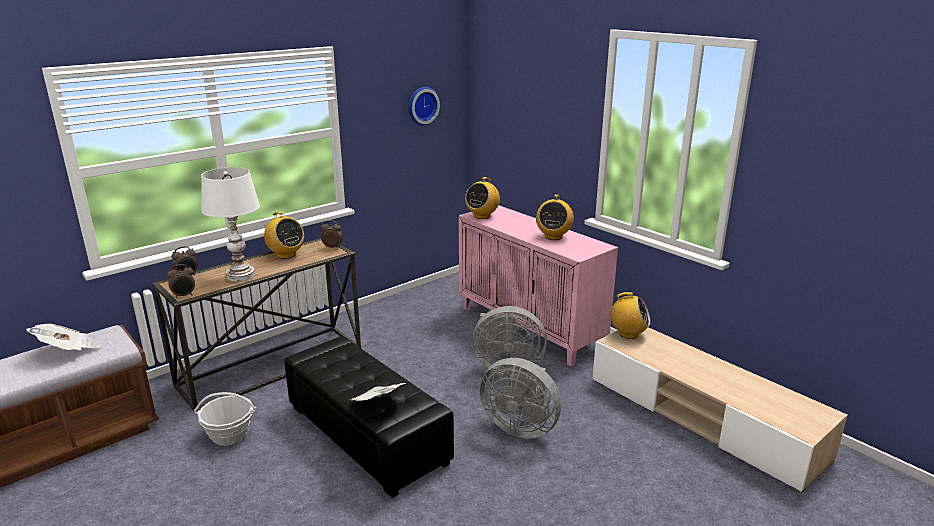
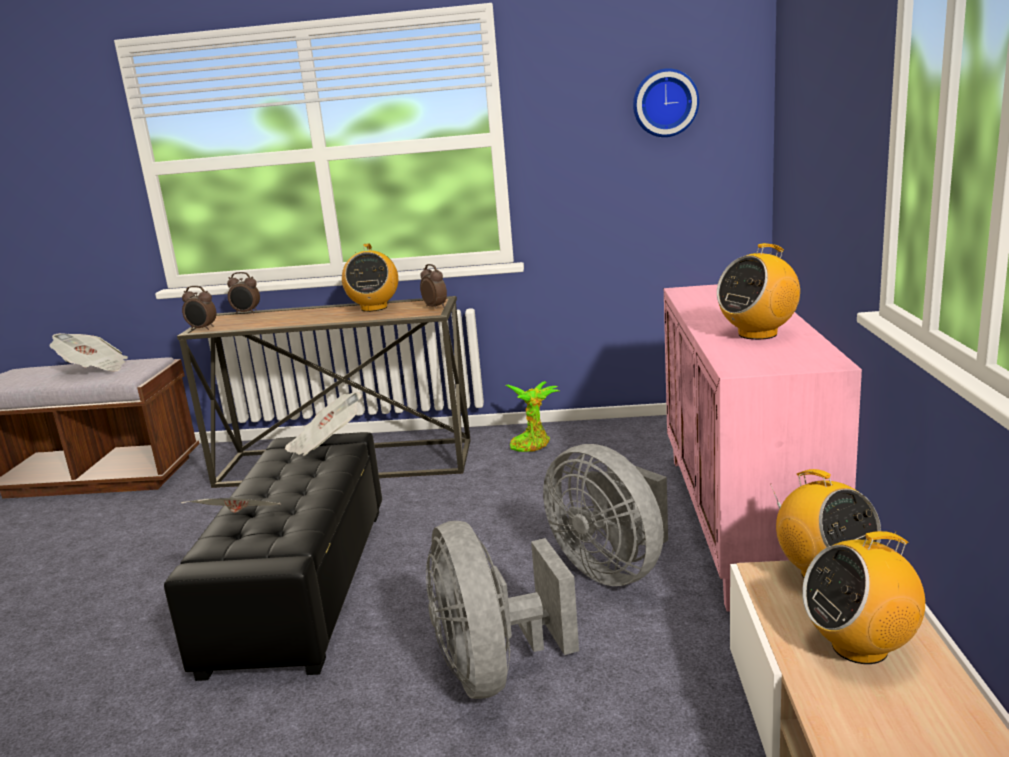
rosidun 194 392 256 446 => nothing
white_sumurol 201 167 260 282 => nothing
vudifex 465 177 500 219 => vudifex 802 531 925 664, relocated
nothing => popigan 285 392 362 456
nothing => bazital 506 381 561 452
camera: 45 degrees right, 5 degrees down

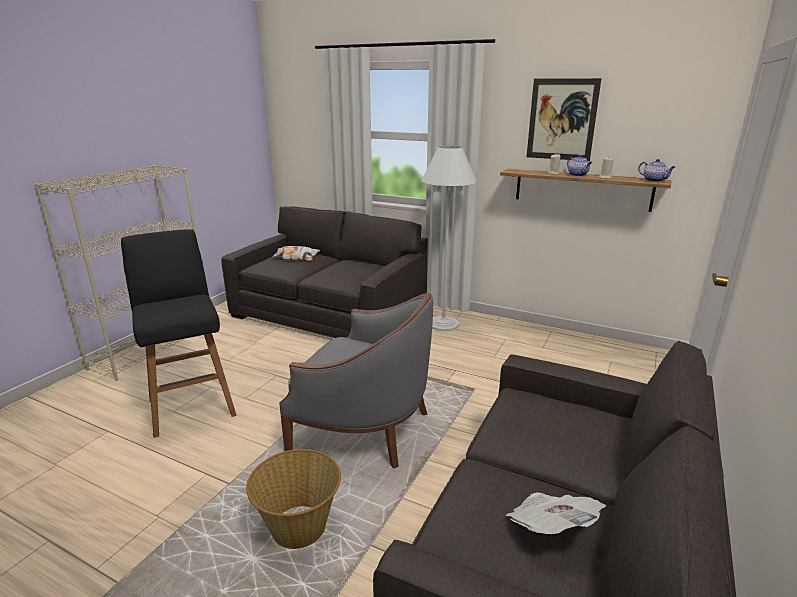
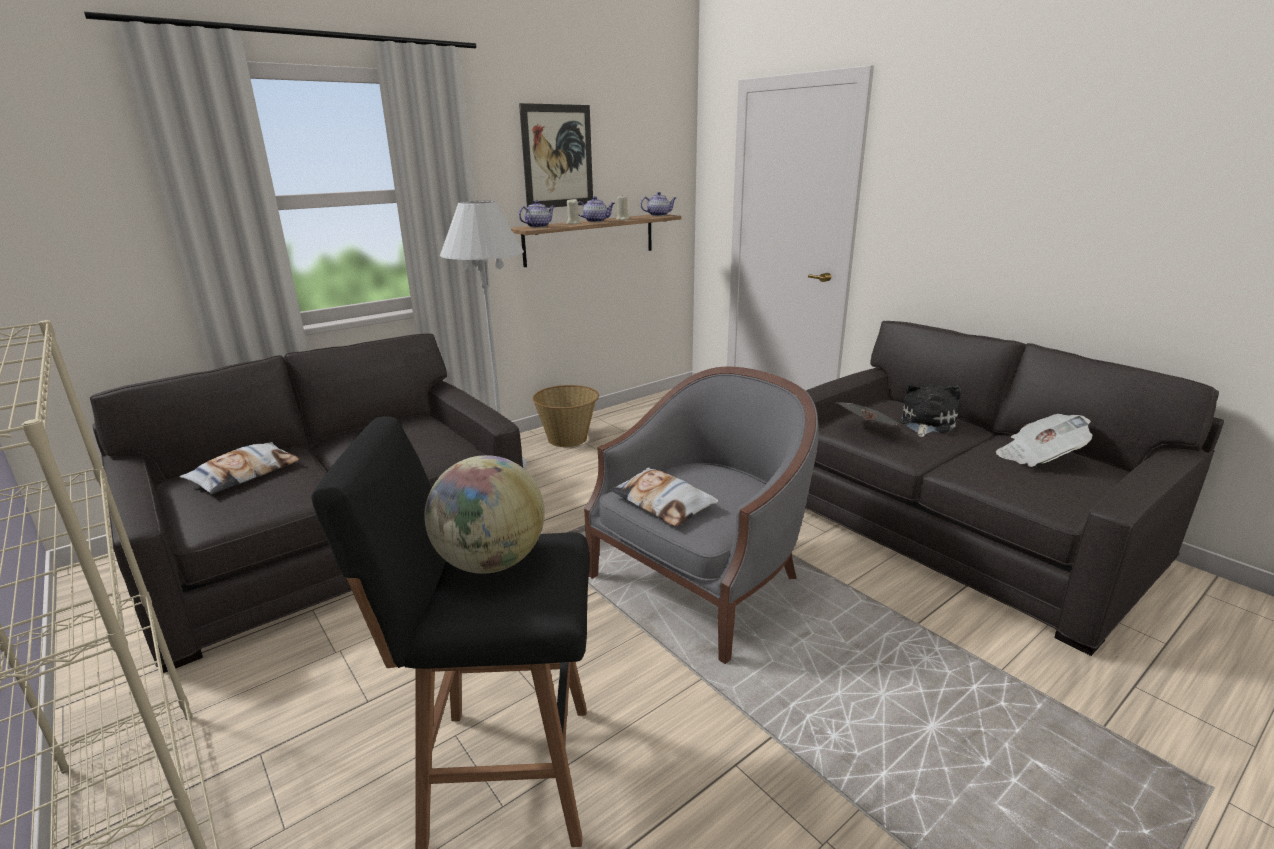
rosidun 246 449 341 549 => rosidun 532 385 599 447, relocated
nothing => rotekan 424 455 545 574
nothing => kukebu 519 200 555 228
nothing => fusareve 610 467 719 527
nothing => popigan 835 402 900 425
nothing => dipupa 900 383 961 437
camera: 65 degrees left, 0 degrees up

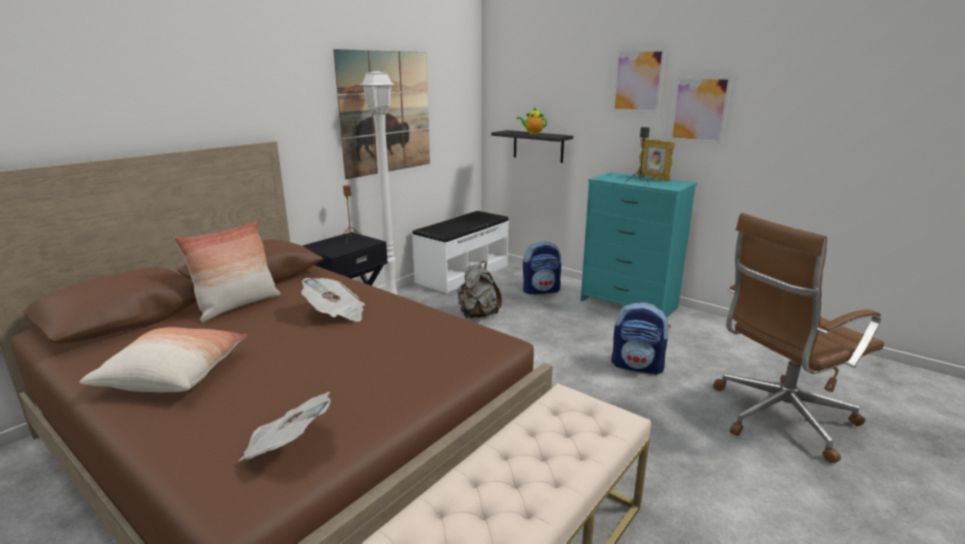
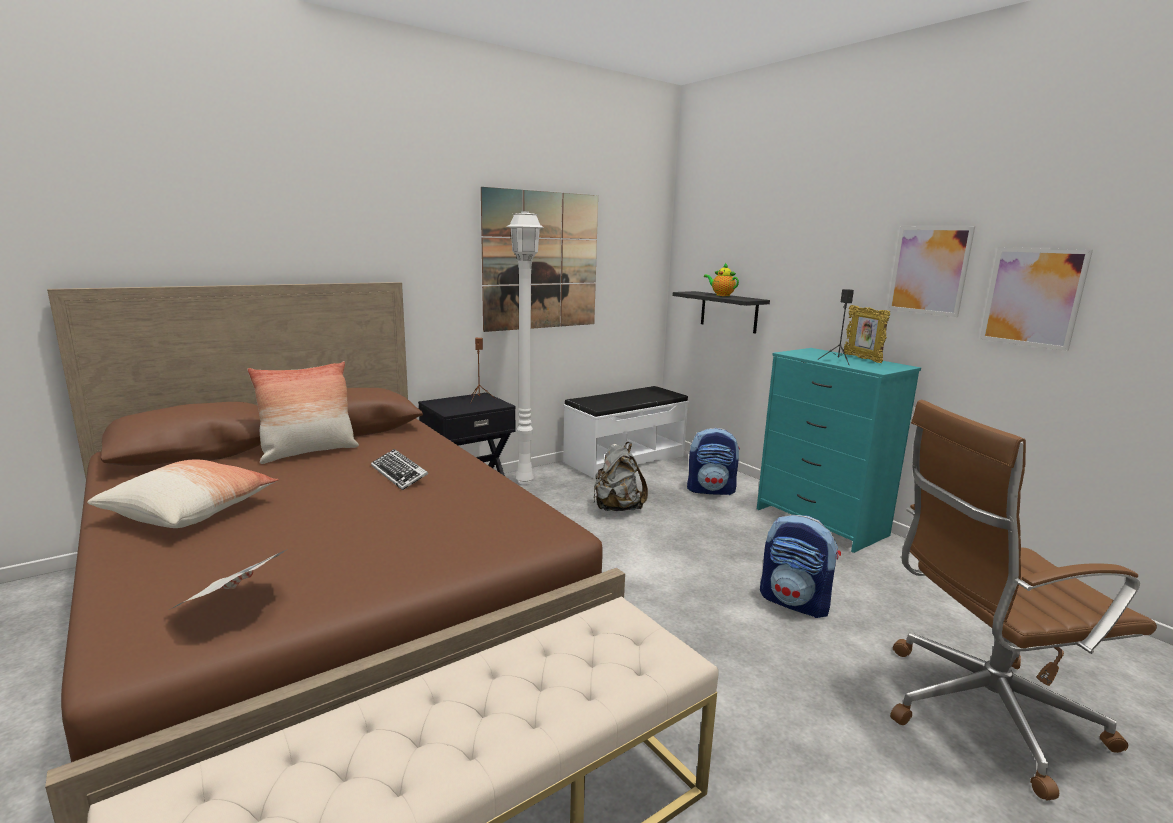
popigan 301 278 365 322 => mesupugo 371 449 428 490
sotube 612 48 666 114 => sotube 980 247 1093 351, relocated
camera: 15 degrees right, 5 degrees down

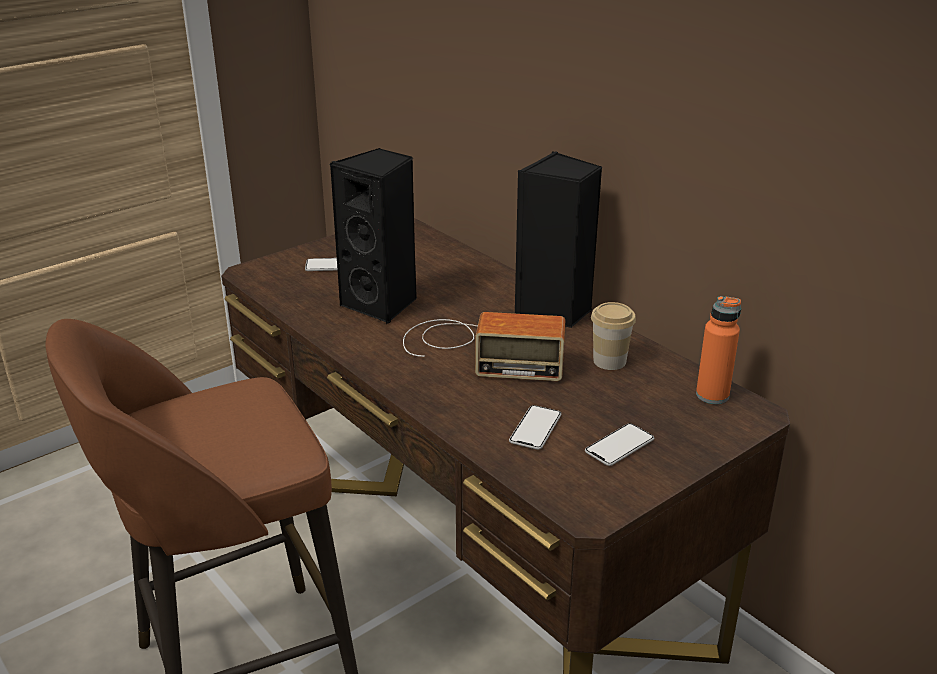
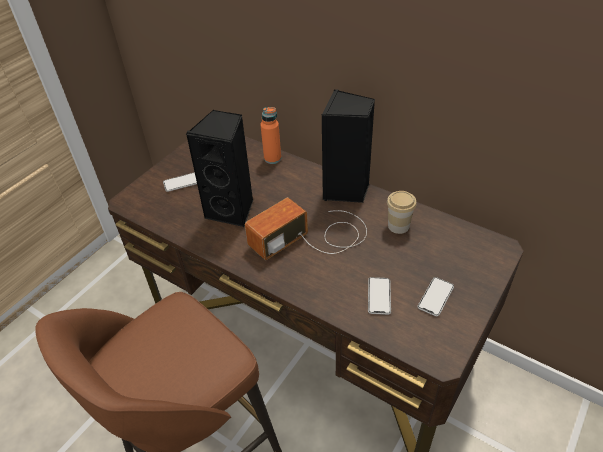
vudifex 403 312 565 381 => vudifex 245 197 367 260, 150 degrees clockwise
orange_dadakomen 696 296 741 404 => orange_dadakomen 260 107 281 164, relocated
camera: 15 degrees left, 15 degrees up

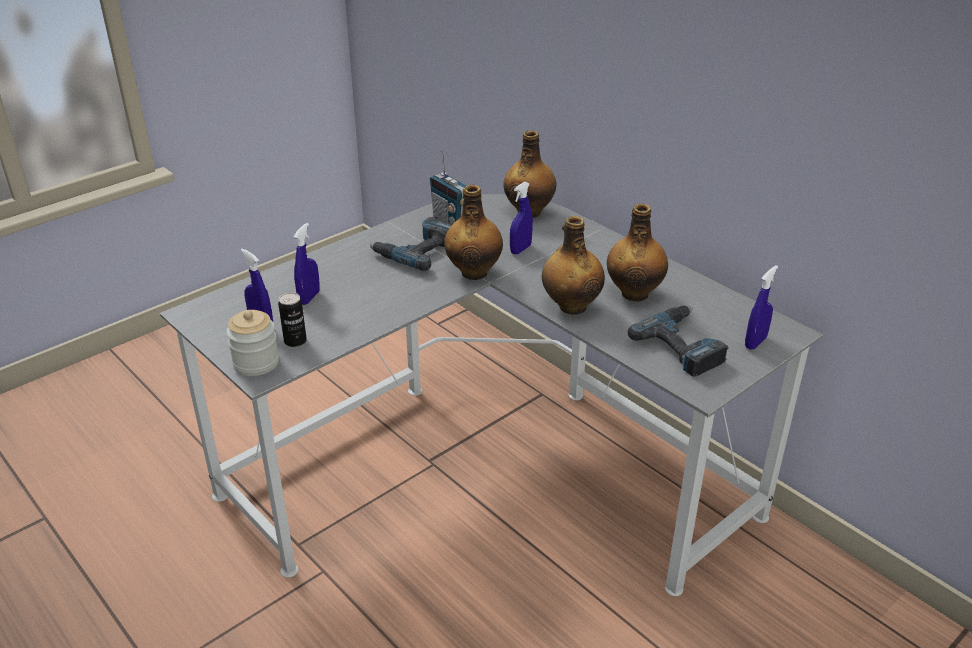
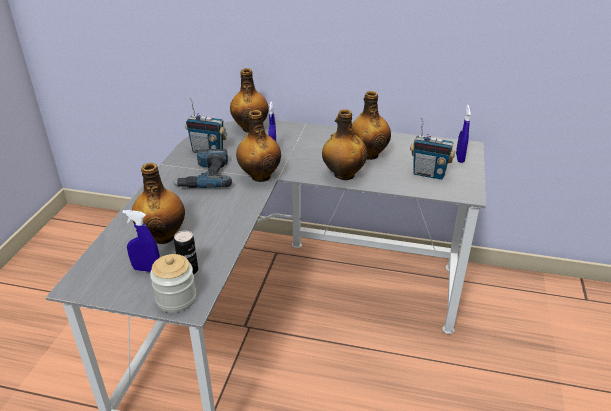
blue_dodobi 294 223 320 305 => dadakomen 132 163 185 244
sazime 628 306 728 377 => vudifex 410 118 455 180
camera: 35 degrees left, 0 degrees up

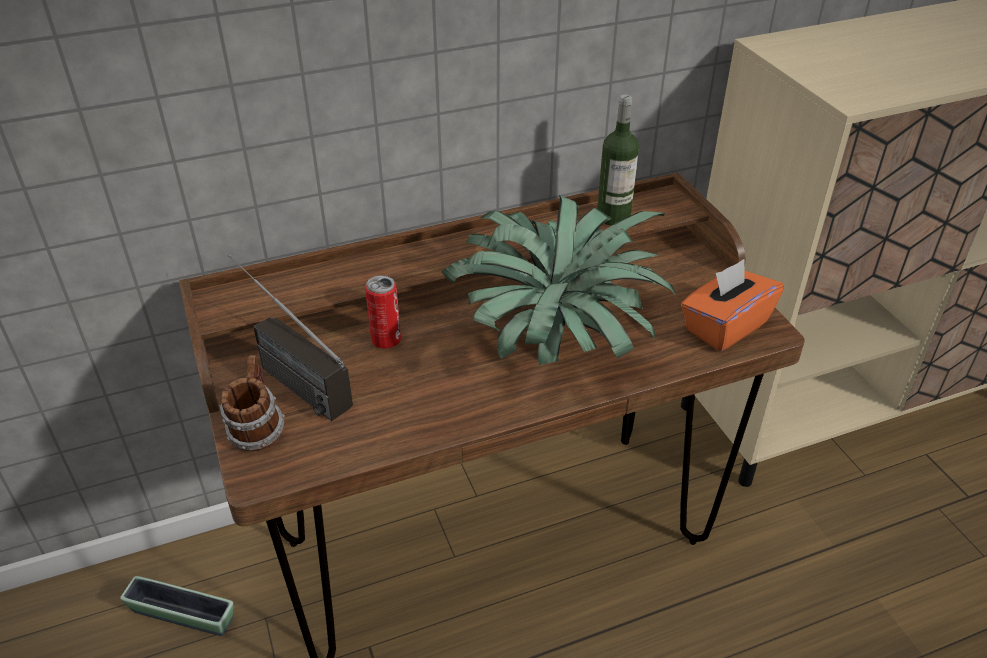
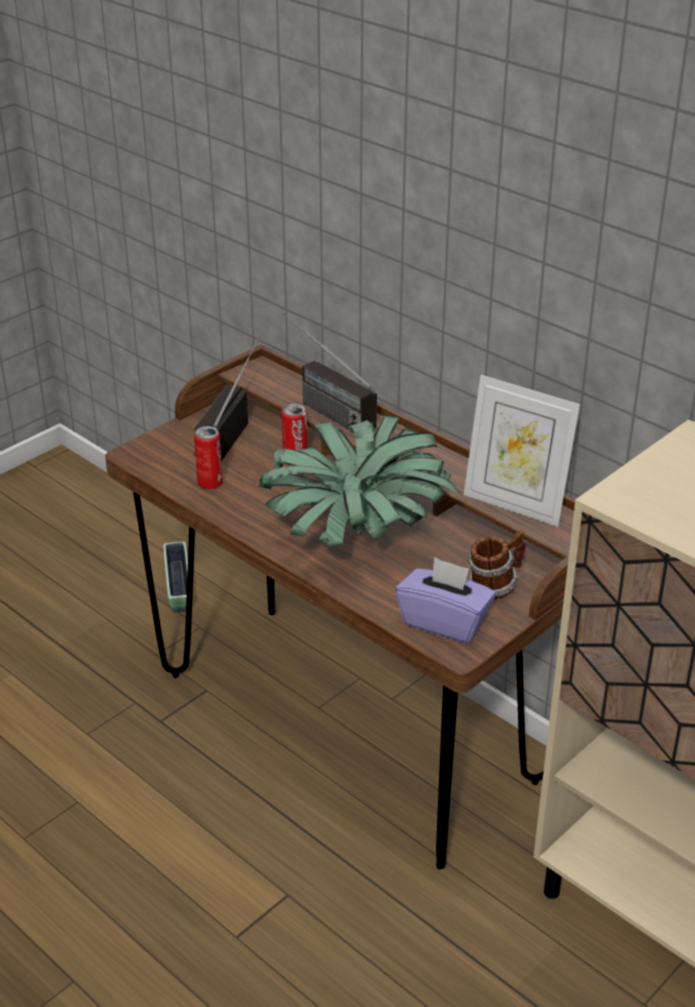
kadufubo 219 355 285 451 => kadufubo 469 530 526 599, relocated
dadakomen 597 95 639 226 => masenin 464 375 580 527
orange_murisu 681 259 784 351 => purple_murisu 395 557 496 643
nothing => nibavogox 194 426 223 489
nothing => vudifex 284 313 377 432
camera: 65 degrees right, 5 degrees down

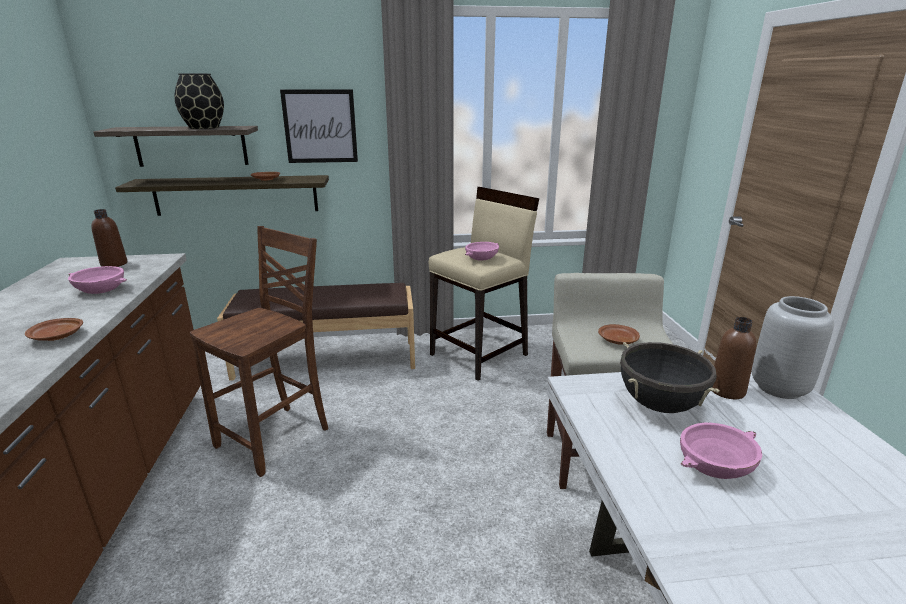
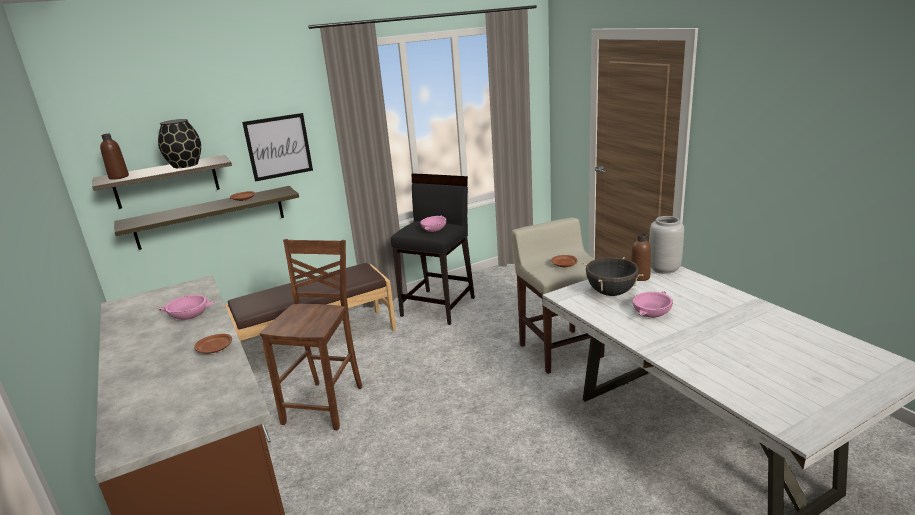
brown_dadakomen 91 209 127 267 => brown_dadakomen 100 134 129 180, relocated
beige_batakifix 429 187 539 381 => black_batakifix 391 173 475 325
camera: 20 degrees left, 0 degrees up

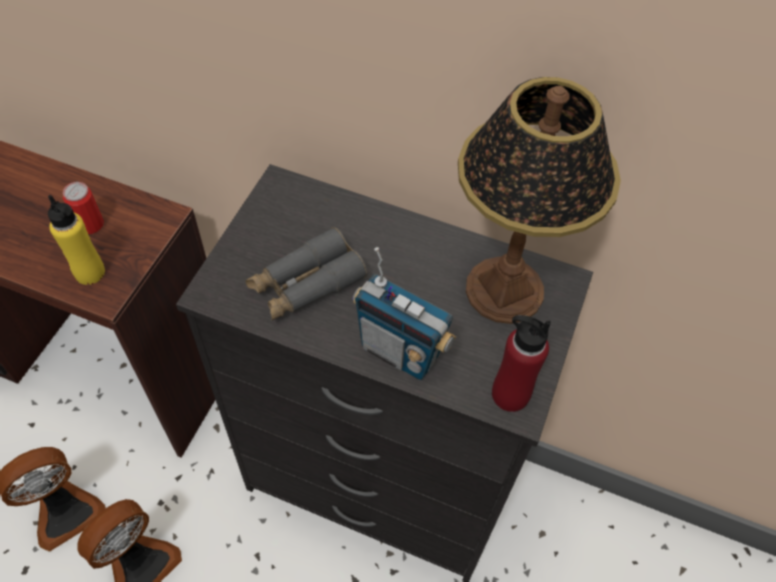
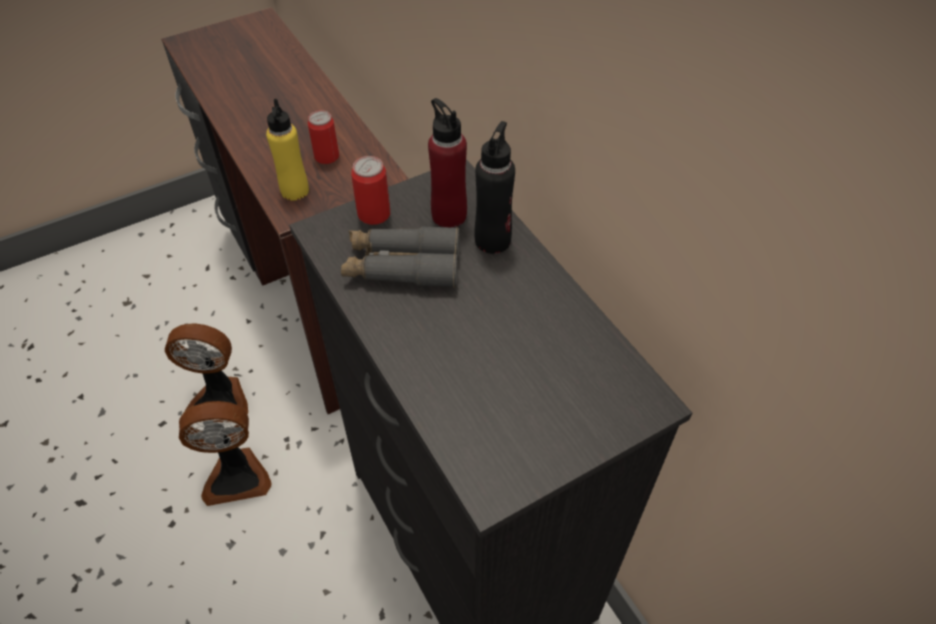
vudifex 352 247 456 380 => nothing
sumurol 458 77 621 324 => nothing
red_dadakomen 492 315 551 412 => red_dadakomen 428 98 467 228, relocated
nothing => nibavogox 351 156 390 225
nothing => black_dadakomen 475 121 515 254
camera: 40 degrees right, 5 degrees down

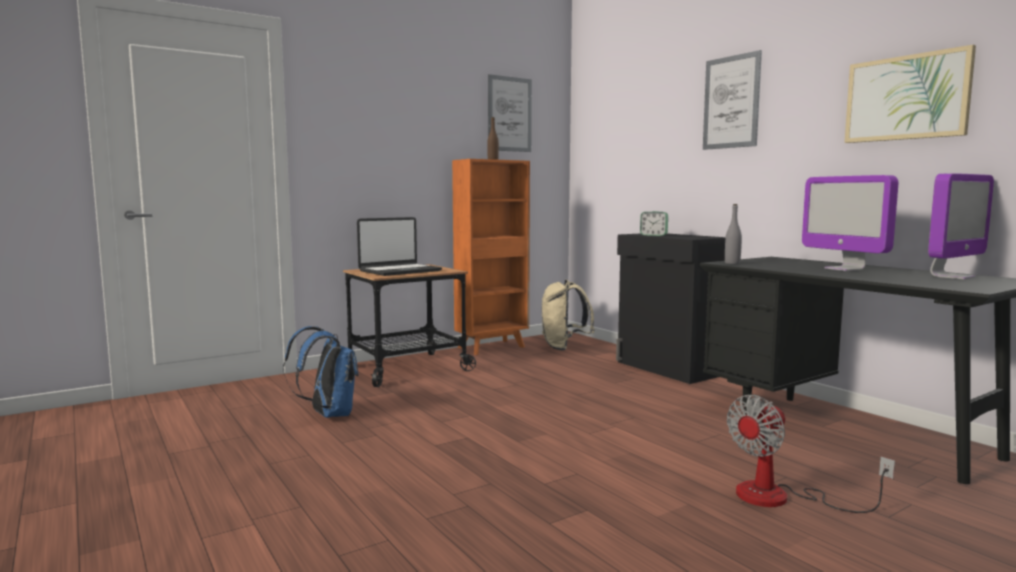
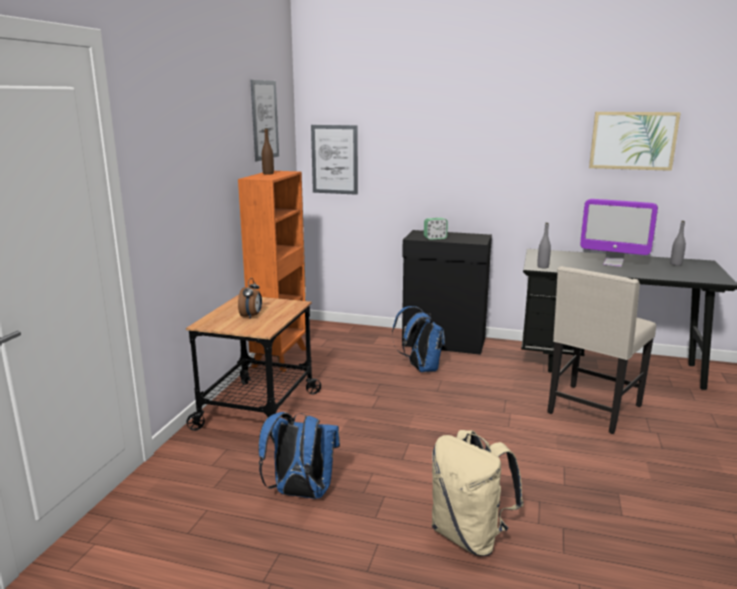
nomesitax 357 217 442 276 => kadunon 238 278 262 318
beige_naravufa 542 280 595 351 => beige_naravufa 432 430 524 556, relocated
sotube 703 50 762 150 => sotube 311 125 358 195, relocated
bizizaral 727 395 895 513 => nothing
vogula 928 173 994 280 => grey_dadakomen 670 221 686 266
nothing => blue_naravufa 392 306 445 372
nothing => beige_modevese 547 266 656 434
camera: 40 degrees left, 10 degrees up

